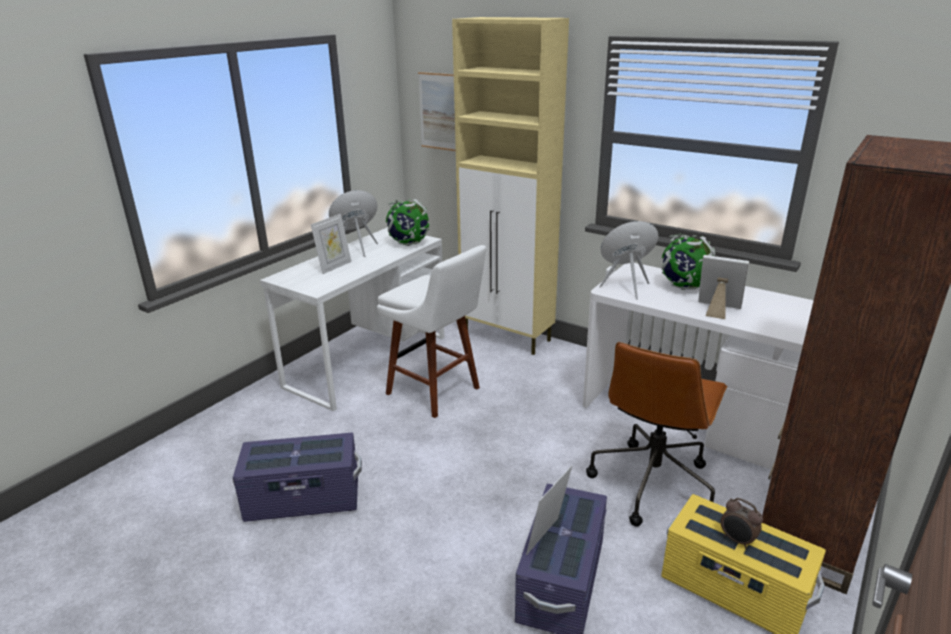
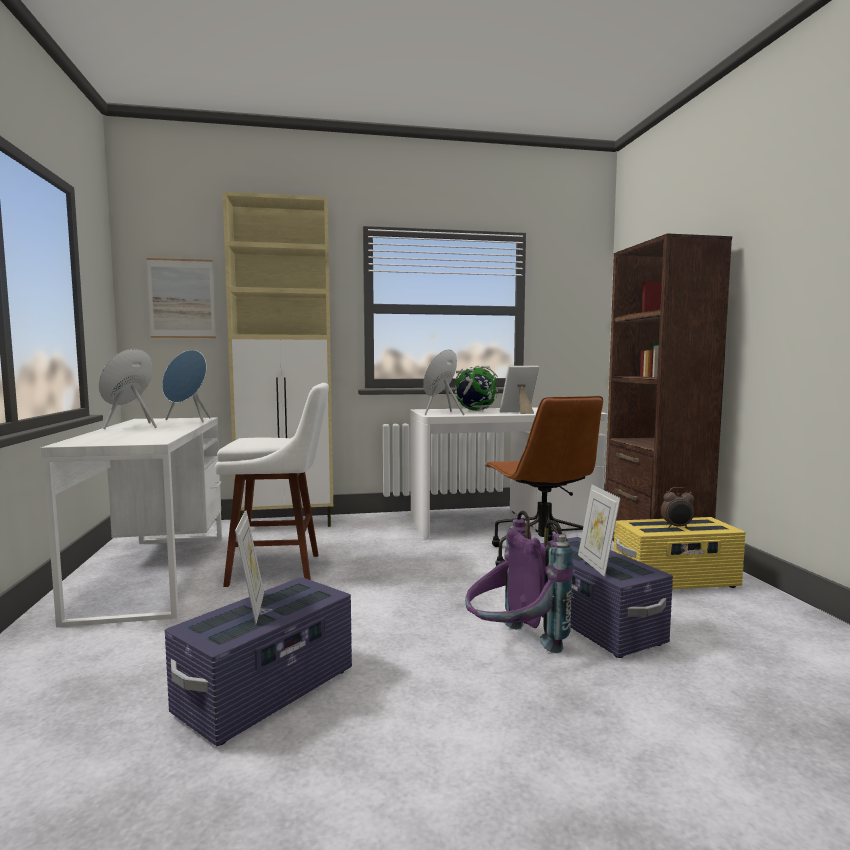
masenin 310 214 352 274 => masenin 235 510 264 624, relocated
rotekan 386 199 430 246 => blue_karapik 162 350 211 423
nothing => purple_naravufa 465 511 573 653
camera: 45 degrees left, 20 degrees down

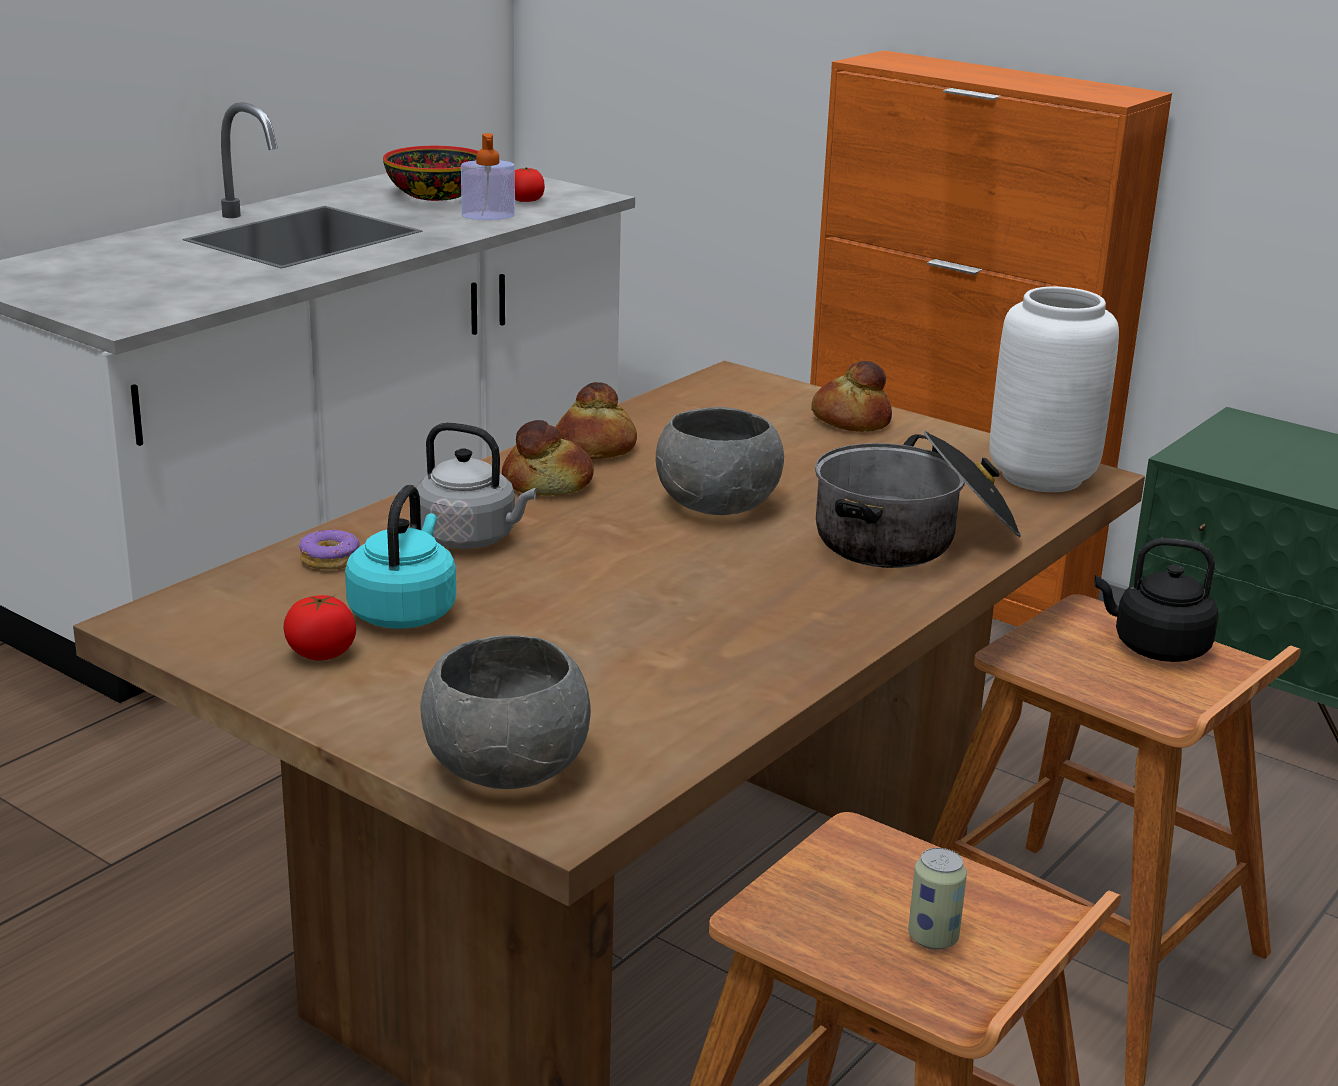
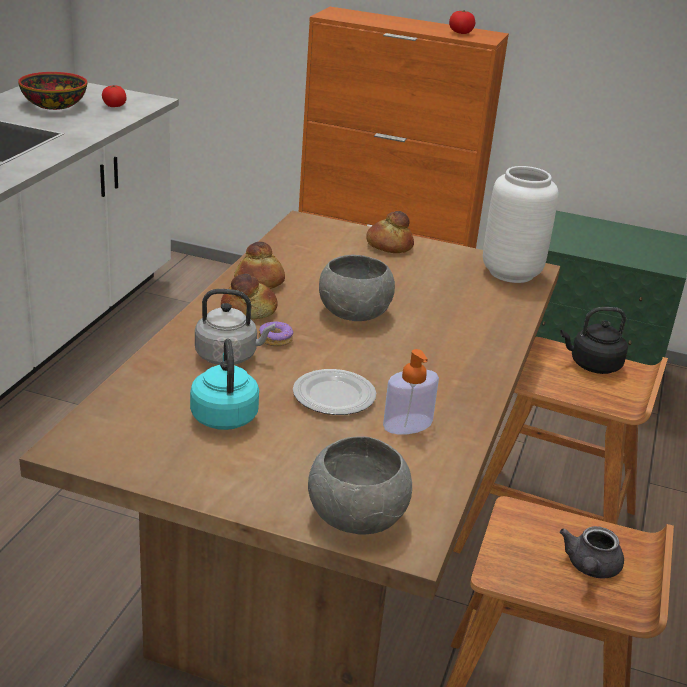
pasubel 284 595 356 661 => pasubel 449 10 476 34, relocated
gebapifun 299 529 359 570 => gebapifun 259 321 293 346, relocated
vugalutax 461 133 515 220 => vugalutax 383 349 439 434, relocated
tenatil 815 431 1021 568 => nothing
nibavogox 908 848 967 950 => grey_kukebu 560 526 624 579
nothing => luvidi 293 369 376 415
camera: 20 degrees left, 5 degrees up

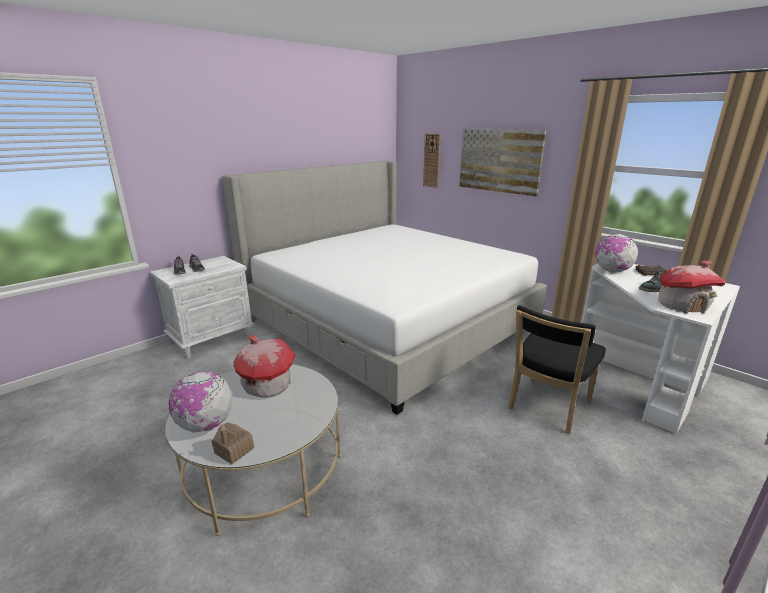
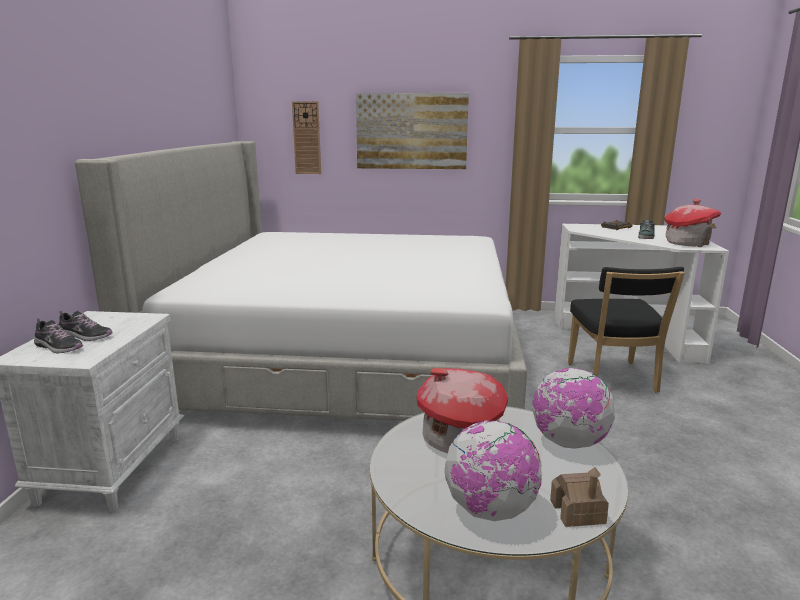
rotekan 595 234 638 272 => rotekan 532 368 615 449, relocated
camera: 40 degrees left, 5 degrees down

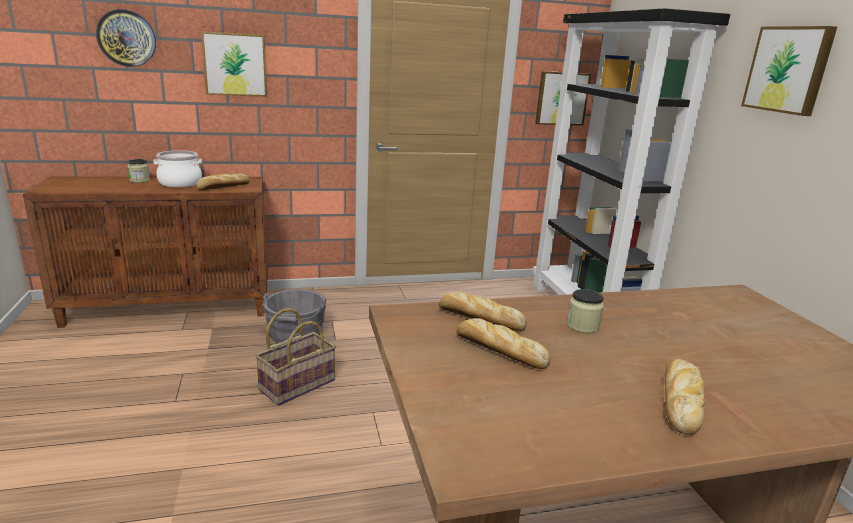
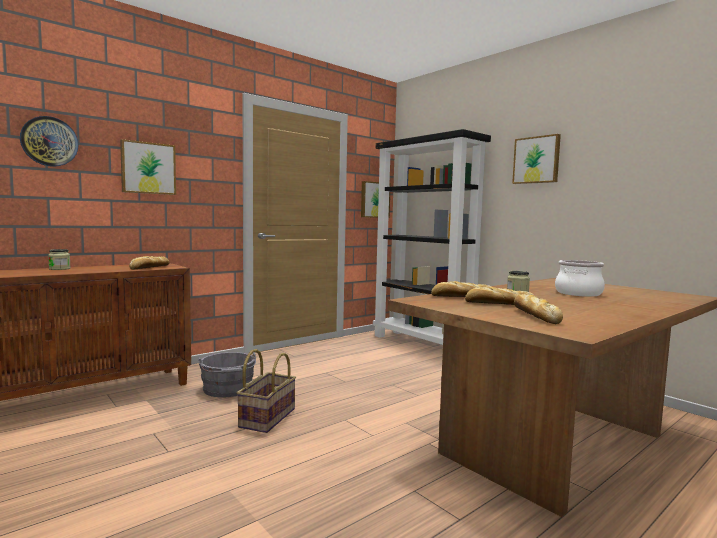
tenatil 154 150 202 187 => tenatil 555 260 605 297, relocated
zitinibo 665 359 705 435 => zitinibo 514 294 563 324, relocated
camera: 25 degrees left, 15 degrees down

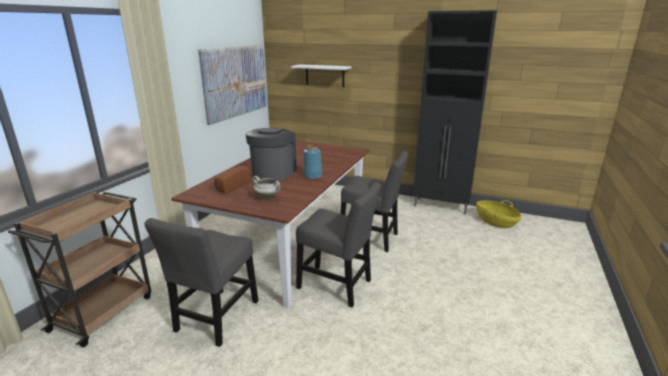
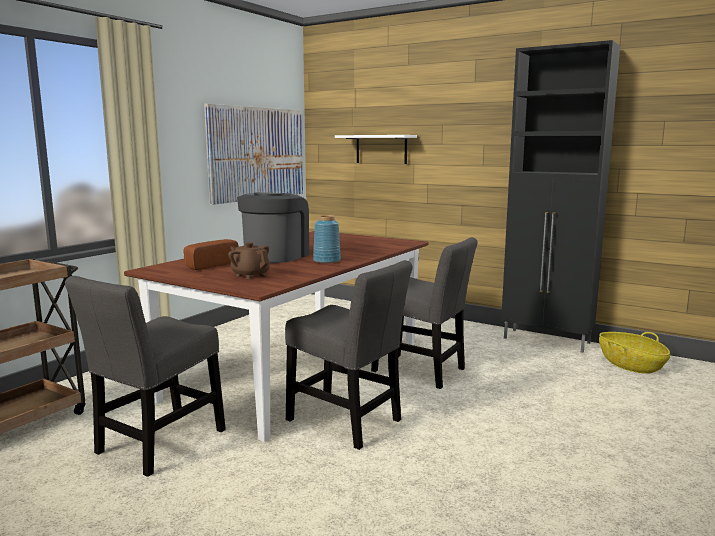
white_tenatil 253 176 280 199 => brown_kukebu 228 242 270 279
camera: 10 degrees right, 10 degrees down

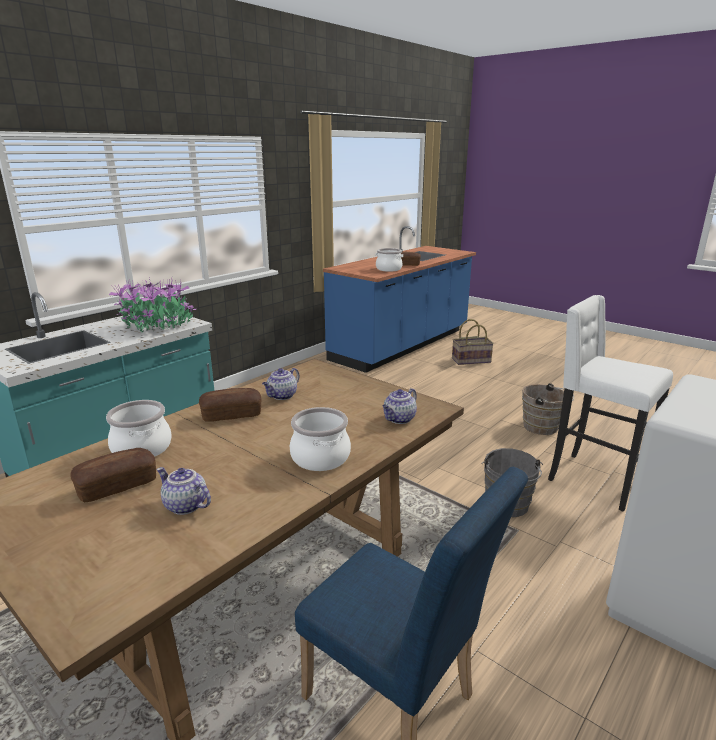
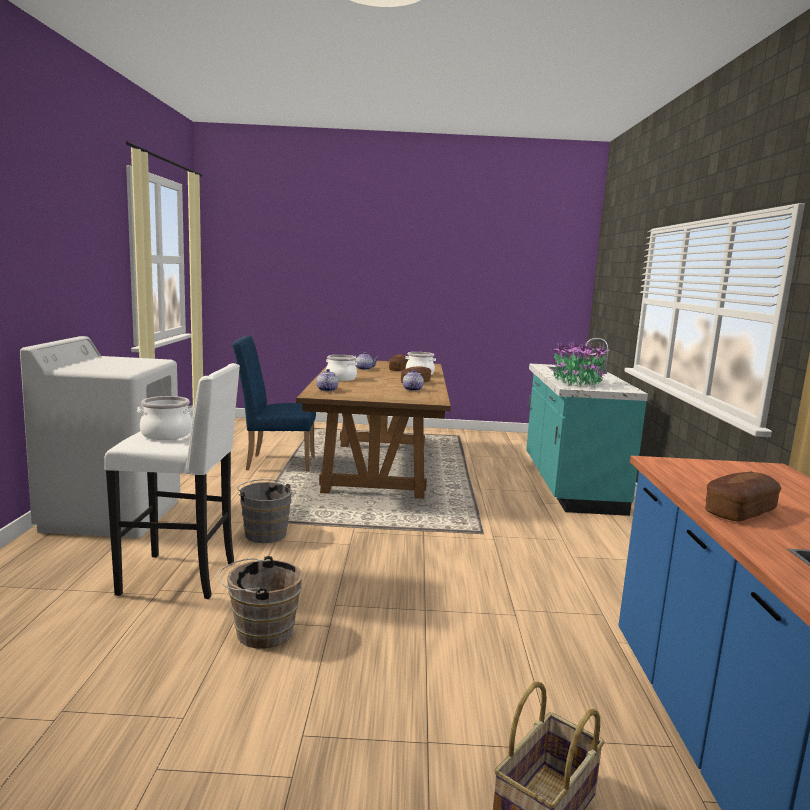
tenatil 375 248 403 272 => tenatil 137 396 194 440, relocated
camera: 140 degrees right, 10 degrees down

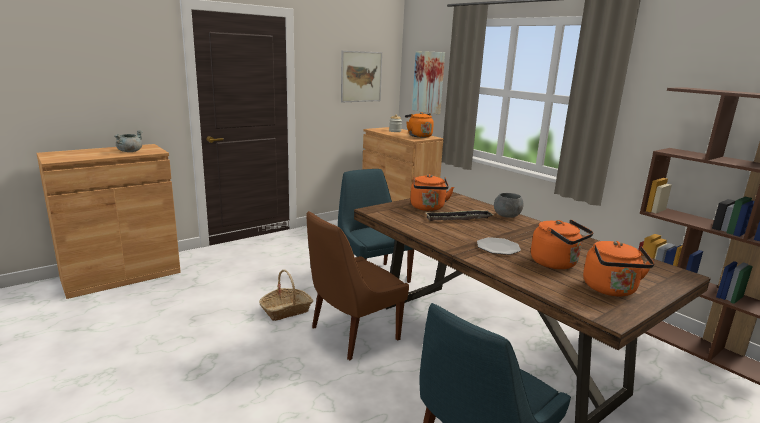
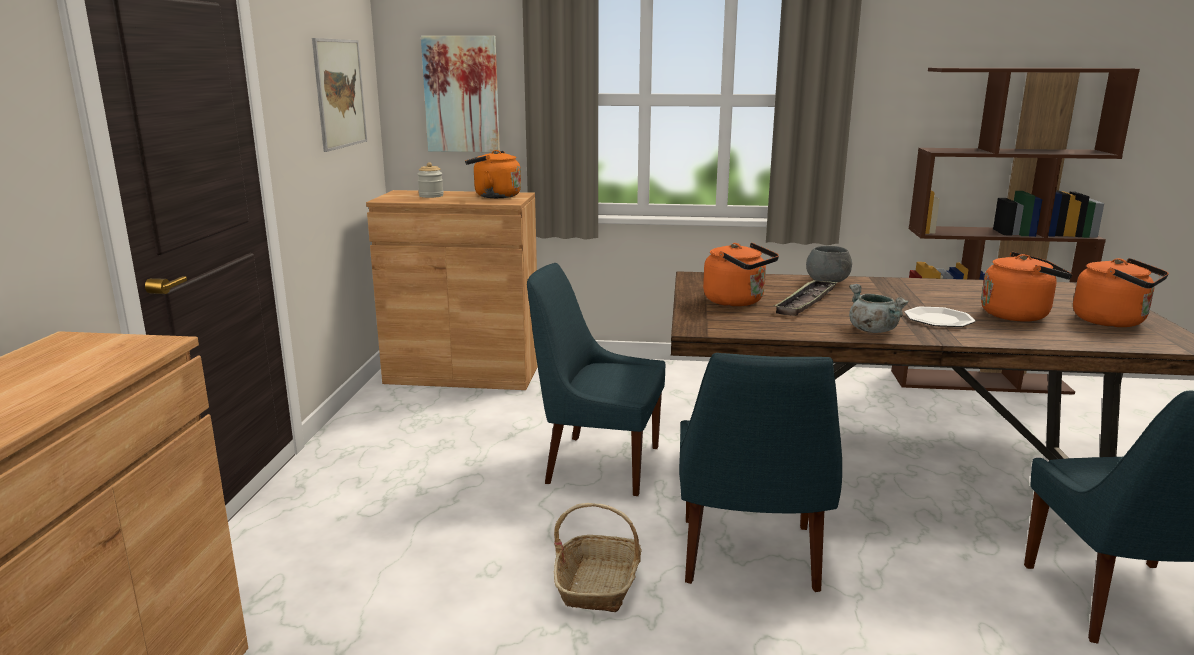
grey_tenatil 114 130 143 152 => grey_tenatil 849 284 909 333, relocated
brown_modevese 306 211 409 360 => blue_modevese 679 353 842 592
camera: 45 degrees left, 0 degrees up

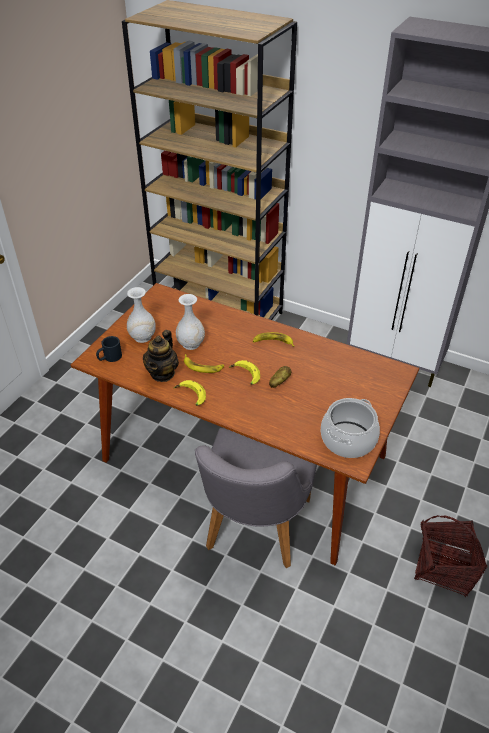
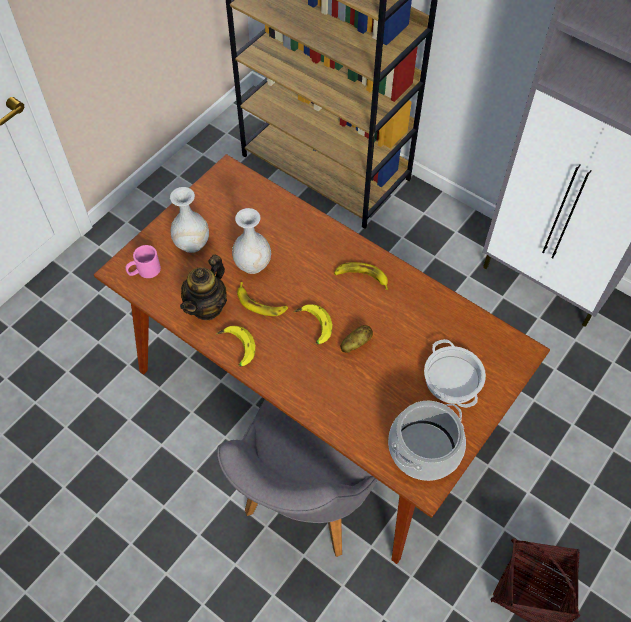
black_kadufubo 96 336 122 362 => pink_kadufubo 125 245 161 278
nothing => tenatil 424 339 486 408
camera: 10 degrees right, 15 degrees up

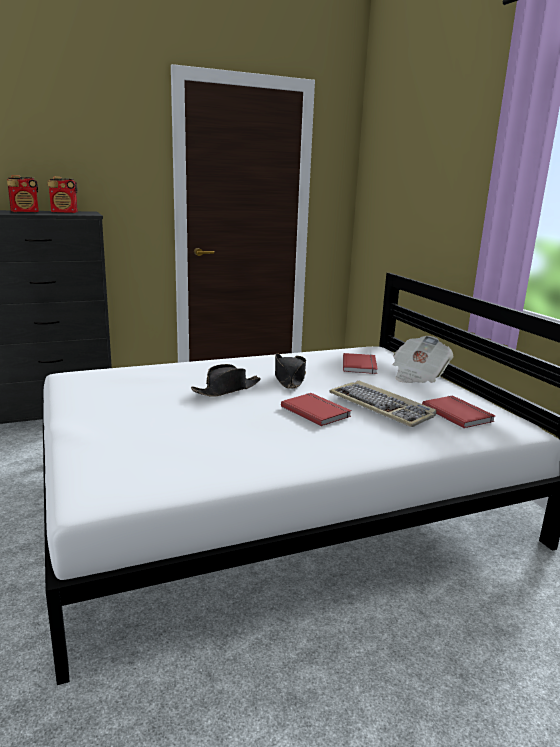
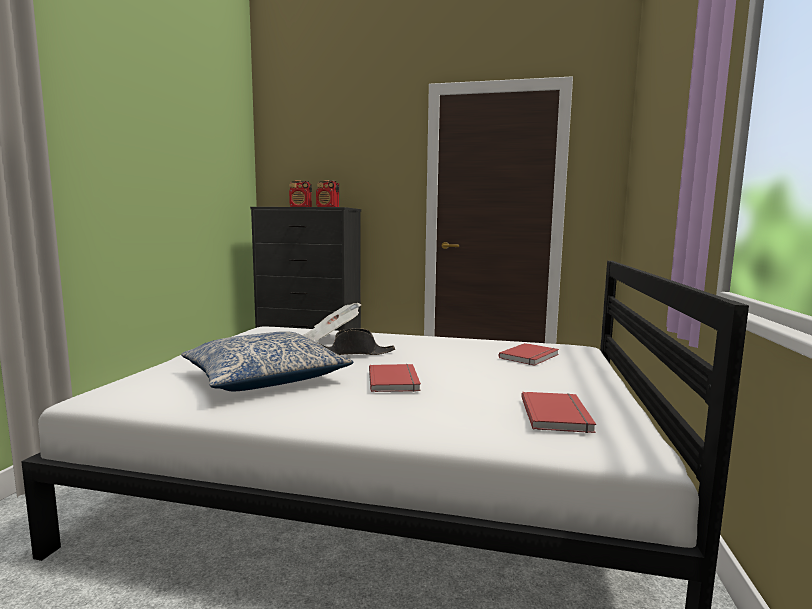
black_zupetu 275 353 306 388 => nothing
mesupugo 329 381 436 427 => nothing
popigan 393 336 453 383 => popigan 303 303 361 341, relocated
nothing => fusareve 181 331 354 391
camera: 35 degrees right, 10 degrees down

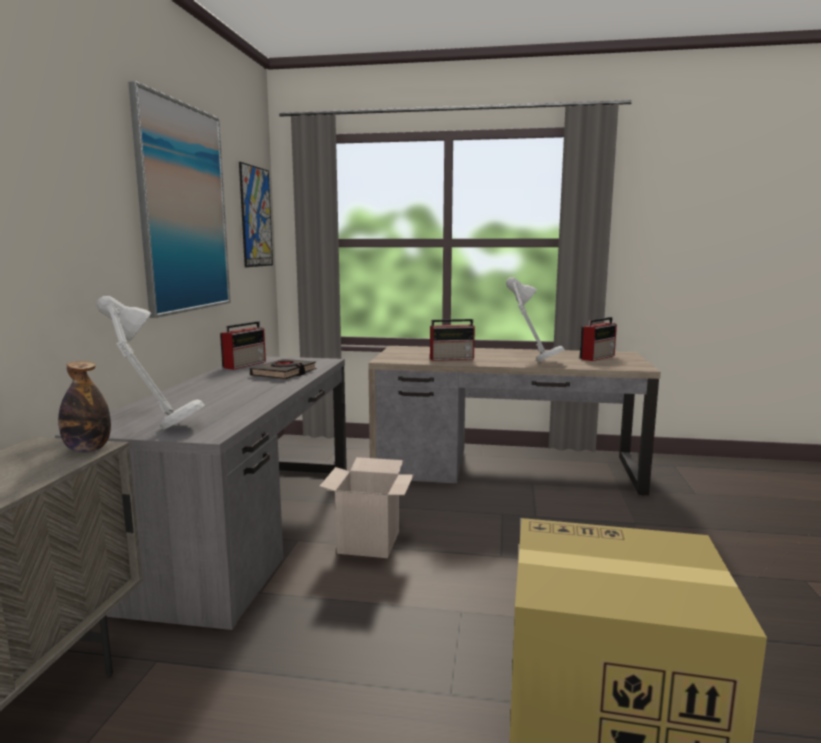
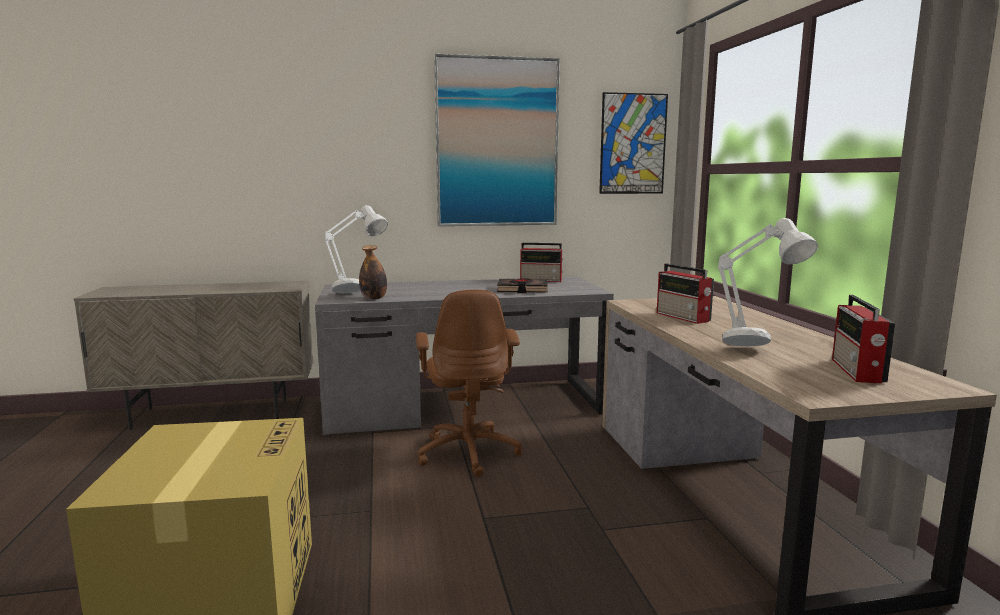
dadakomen 58 361 111 452 => dadakomen 359 245 387 300, relocated
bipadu 319 457 414 558 => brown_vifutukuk 415 290 522 477
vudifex 580 317 617 361 => vudifex 832 295 895 384, 75 degrees clockwise
camera: 70 degrees right, 0 degrees up

